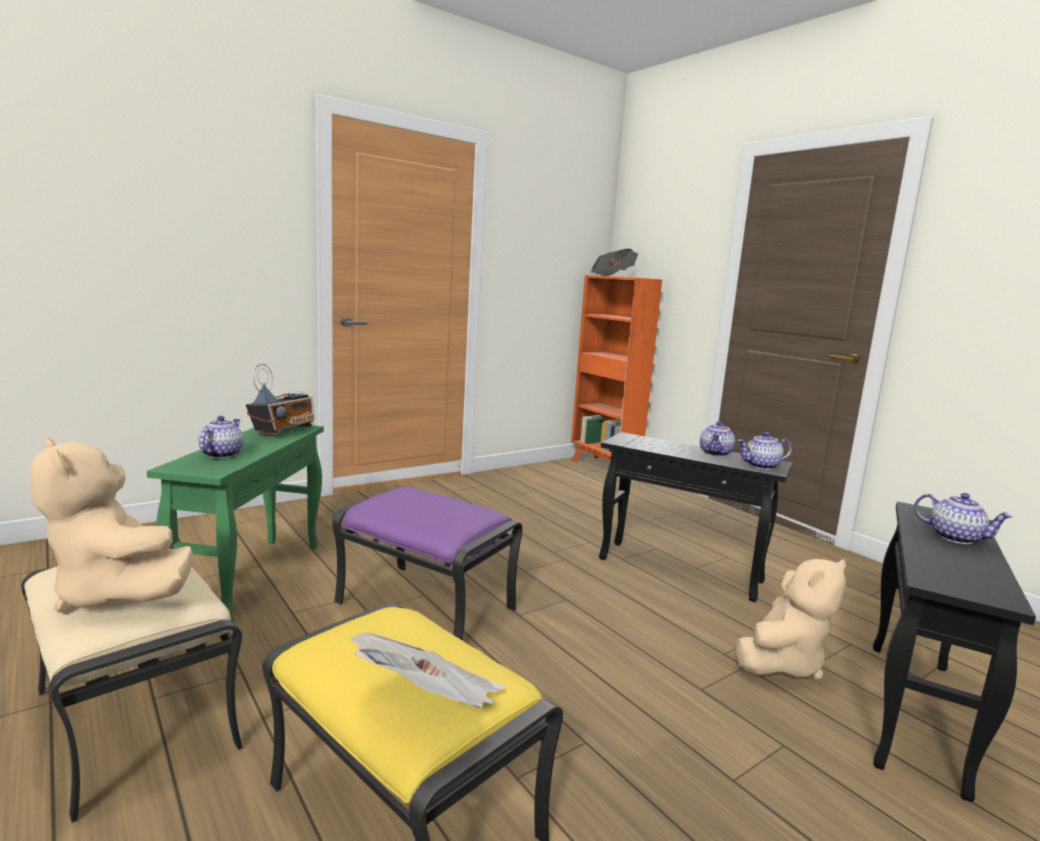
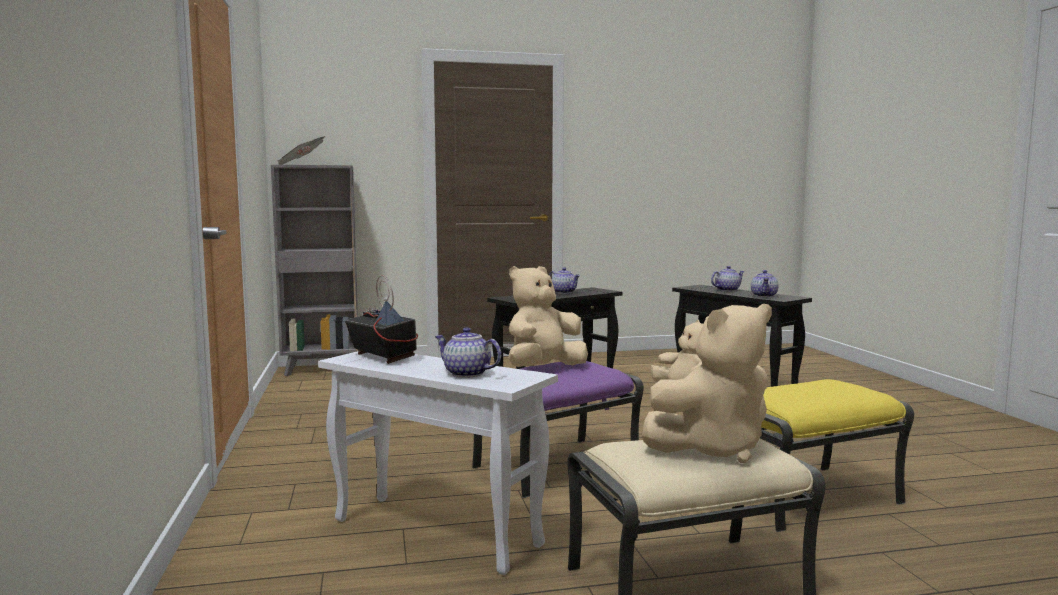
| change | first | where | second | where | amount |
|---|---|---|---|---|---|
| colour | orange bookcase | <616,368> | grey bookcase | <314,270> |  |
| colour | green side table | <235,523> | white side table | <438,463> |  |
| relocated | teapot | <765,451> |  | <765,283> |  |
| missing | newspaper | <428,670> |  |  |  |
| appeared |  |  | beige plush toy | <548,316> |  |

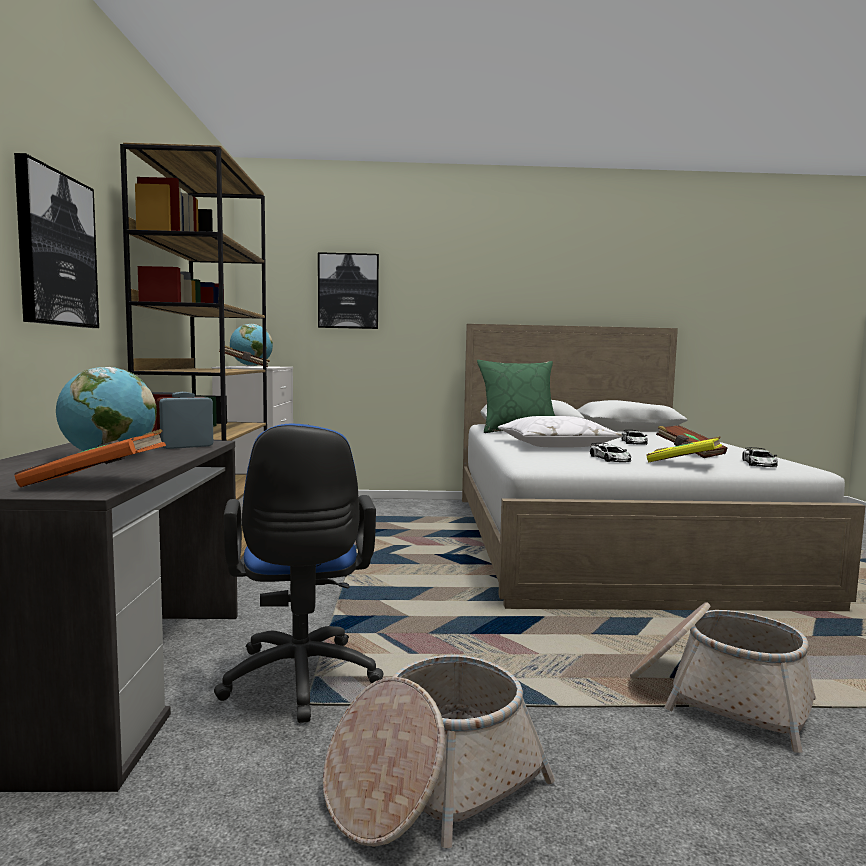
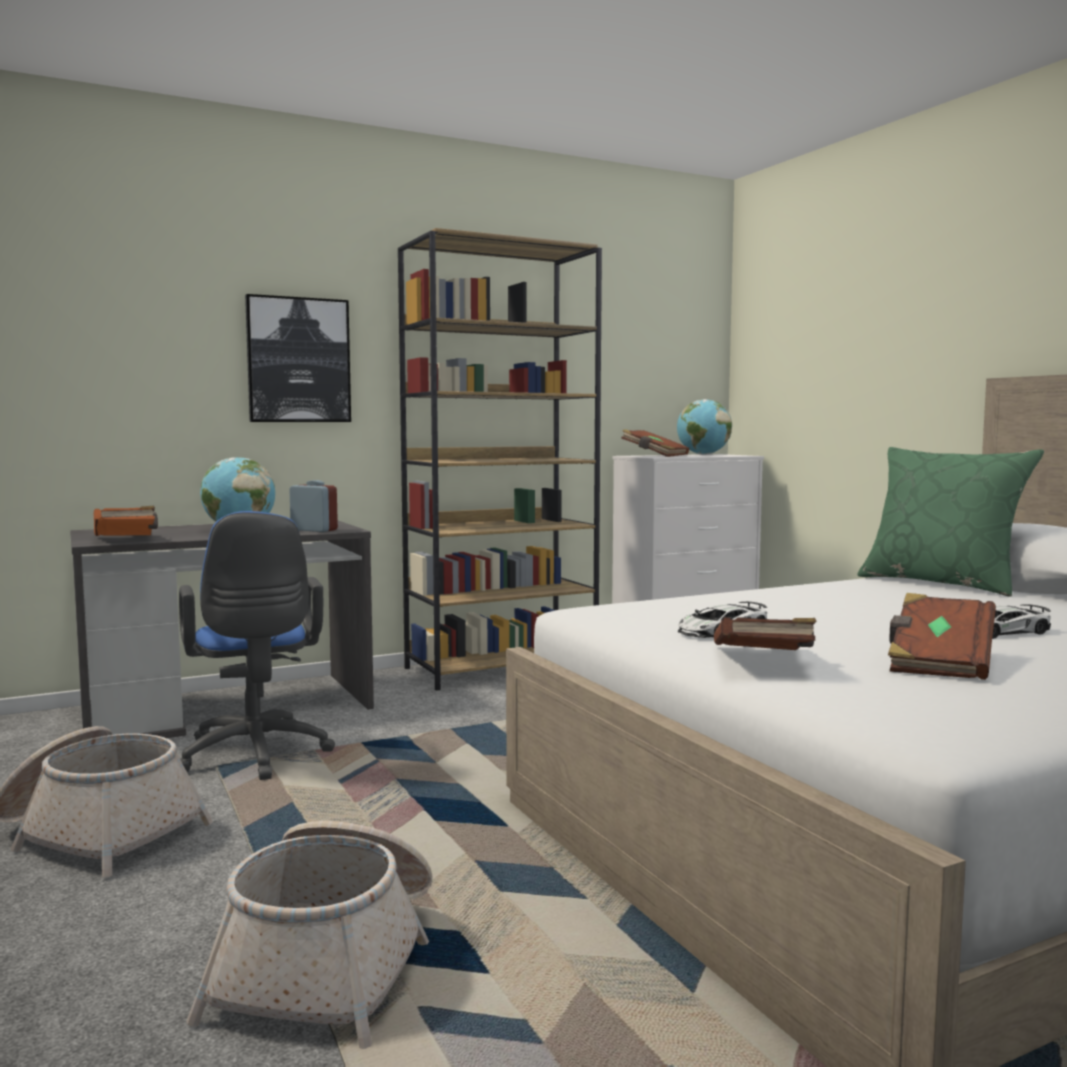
| change | first | where | second | where | amount |
|---|---|---|---|---|---|
| missing | picture | <348,290> |  |  |  |
| missing | white pillow | <560,431> |  |  |  |
| spun | blue office chair | <299,573> |  | <257,645> | 75 degrees counterclockwise |
| colour | yellow book | <684,449> | brown book | <765,633> |  |
| missing | toy car | <760,457> |  |  |  |

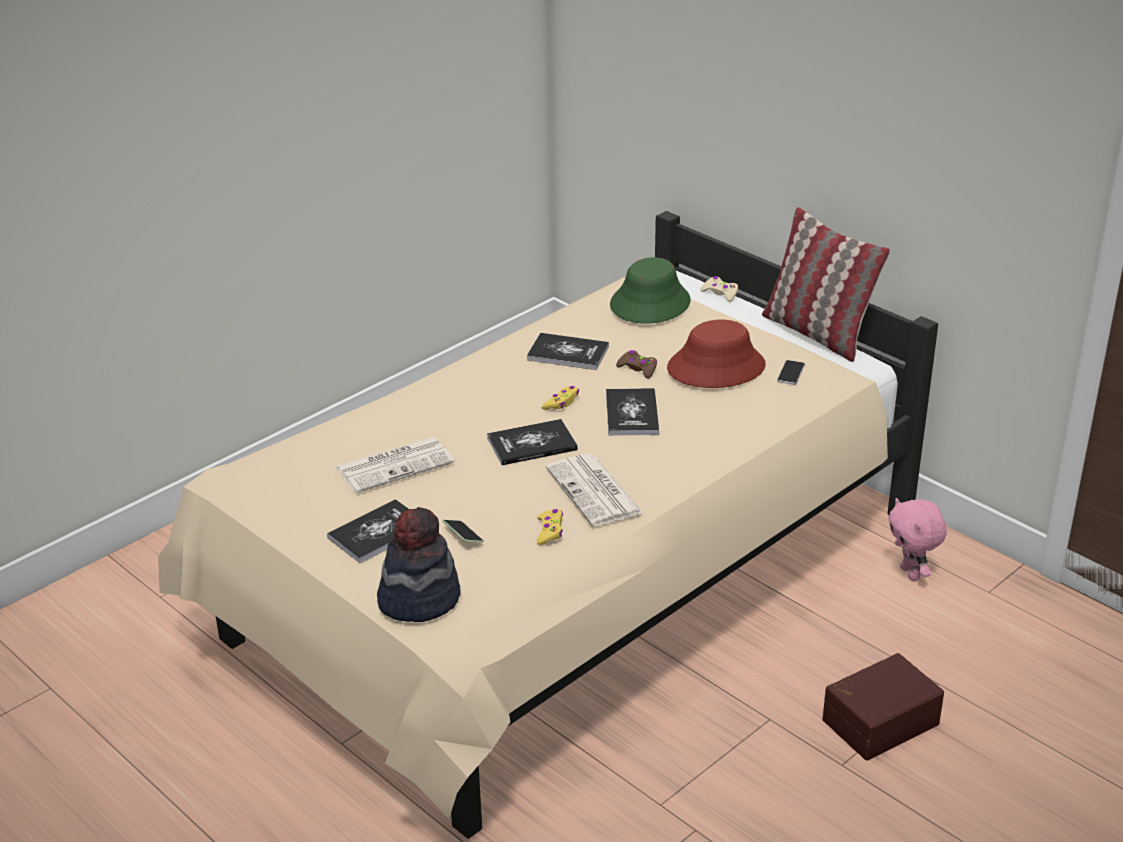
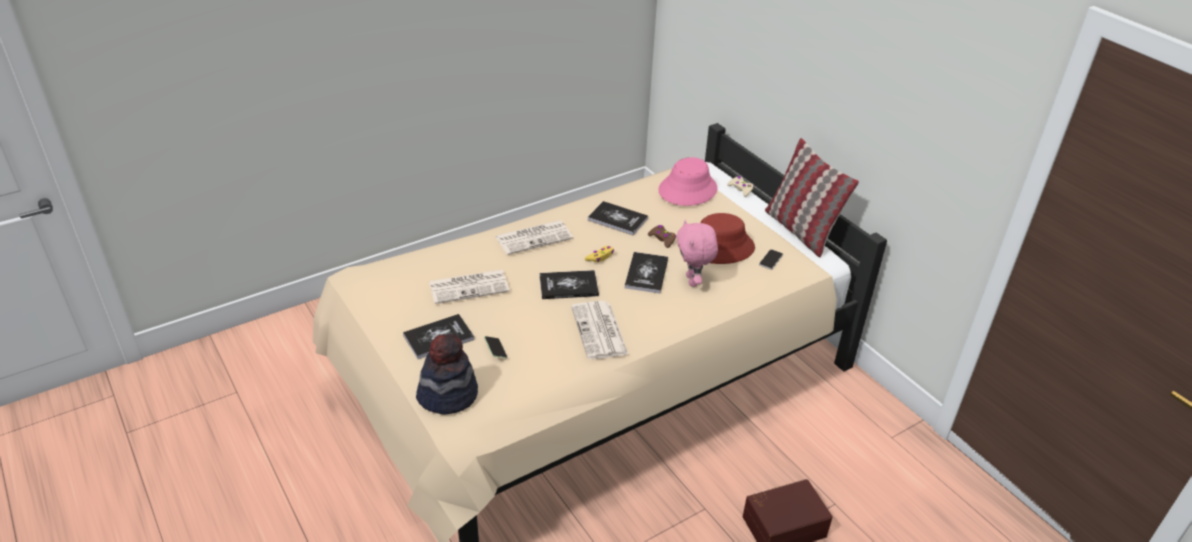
| change | first | where | second | where | amount |
|---|---|---|---|---|---|
| colour | green hat | <650,290> | pink hat | <688,181> |  |
| relocated | pink plush toy | <918,539> |  | <697,253> |  |
| missing | yellow game controller | <549,527> |  |  |  |
| appeared |  |  | newspaper | <534,237> |  |

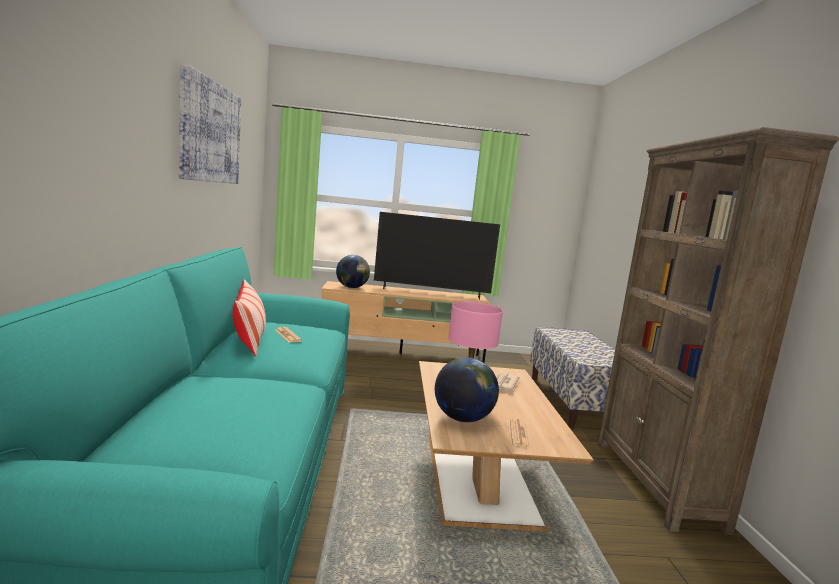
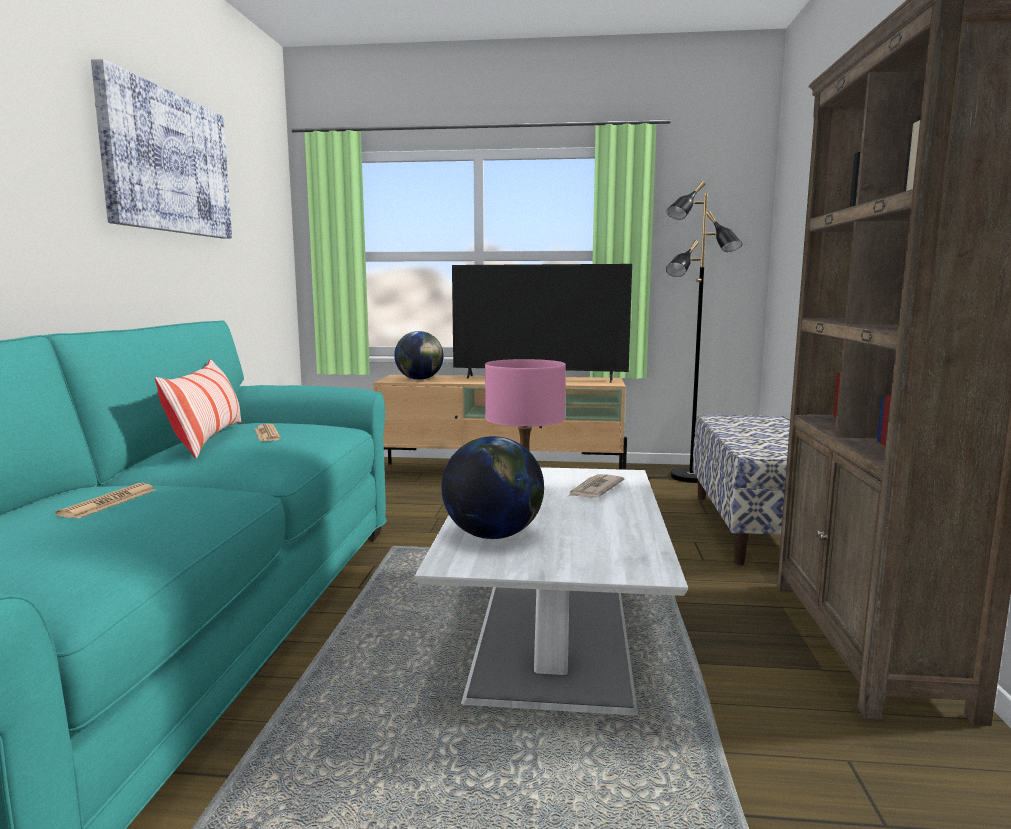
| change | first | where | second | where | amount |
|---|---|---|---|---|---|
| colour | brown coffee table | <506,446> | white coffee table | <551,591> |  |
| relocated | newspaper | <520,434> |  | <105,501> |  |
| appeared |  |  | black floor lamp | <704,332> |  |

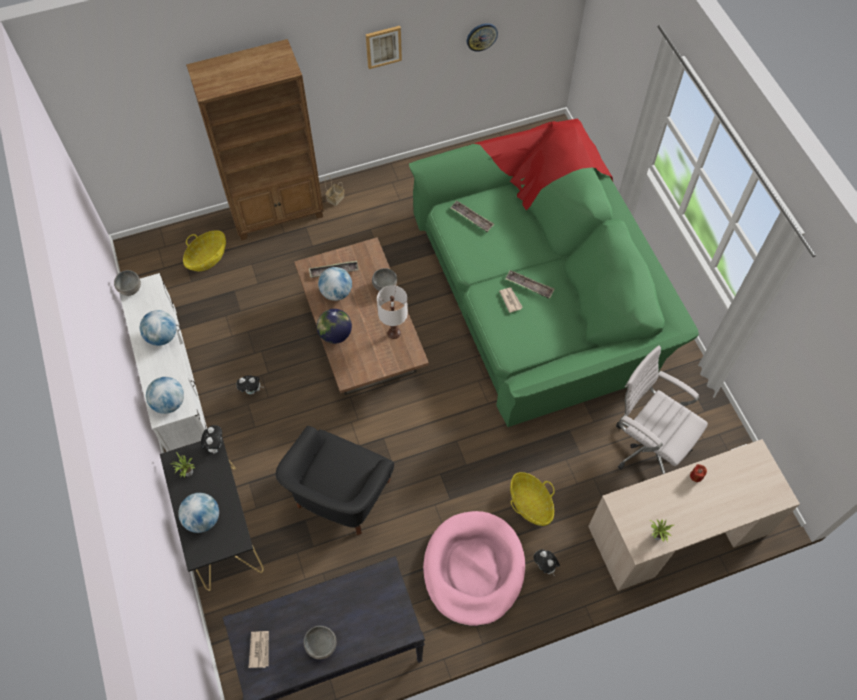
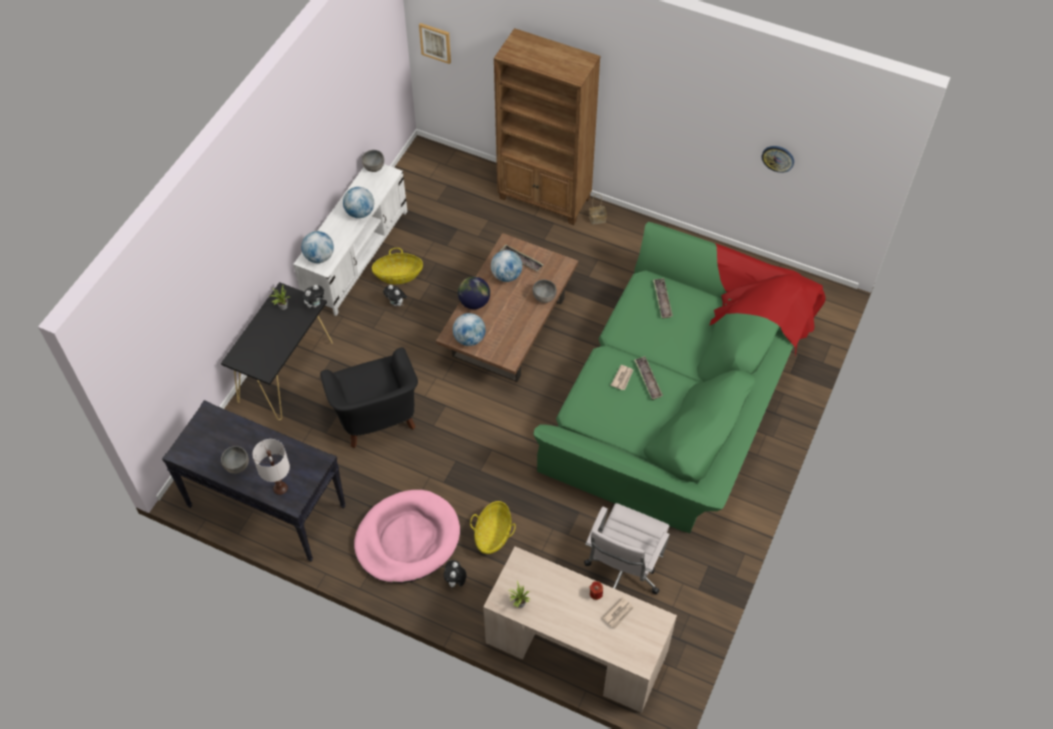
| change | first | where | second | where | amount |
|---|---|---|---|---|---|
| relocated | picture | <384,47> |  | <435,43> |  |
| relocated | basket | <204,250> |  | <397,266> |  |
| relocated | white table lamp | <392,312> |  | <271,467> |  |
| spun | white office chair | <662,409> |  | <627,548> | 150 degrees counterclockwise |
| spun | black armchair | <335,480> |  | <369,397> | 90 degrees counterclockwise |
| relocated | globe | <198,513> |  | <469,329> |  |
| relocated | newspaper | <258,649> |  | <618,613> |  |

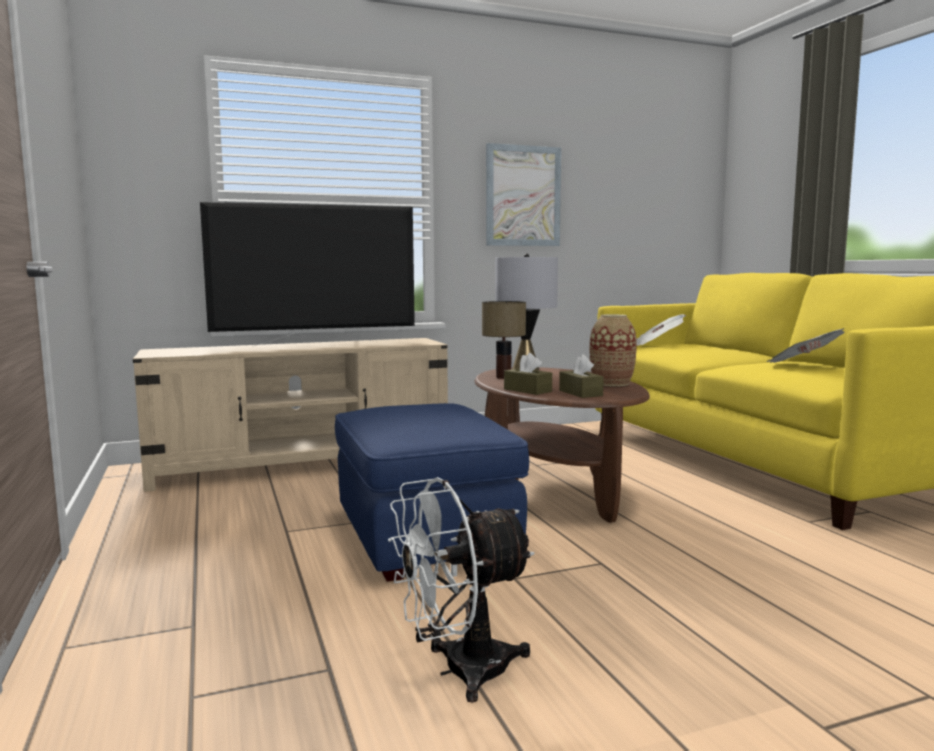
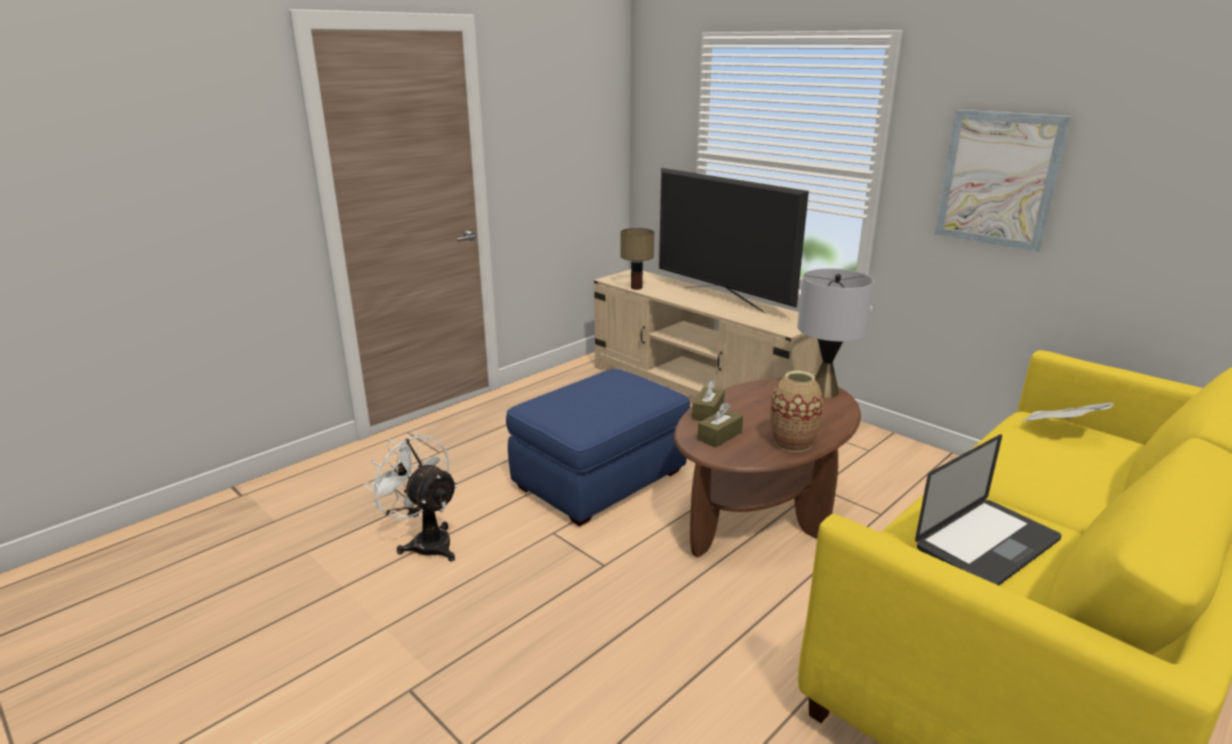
| change | first | where | second | where | amount |
|---|---|---|---|---|---|
| relocated | table lamp | <504,340> |  | <637,259> |  |
| exchanged | newspaper | <805,345> | laptop | <988,509> |  |

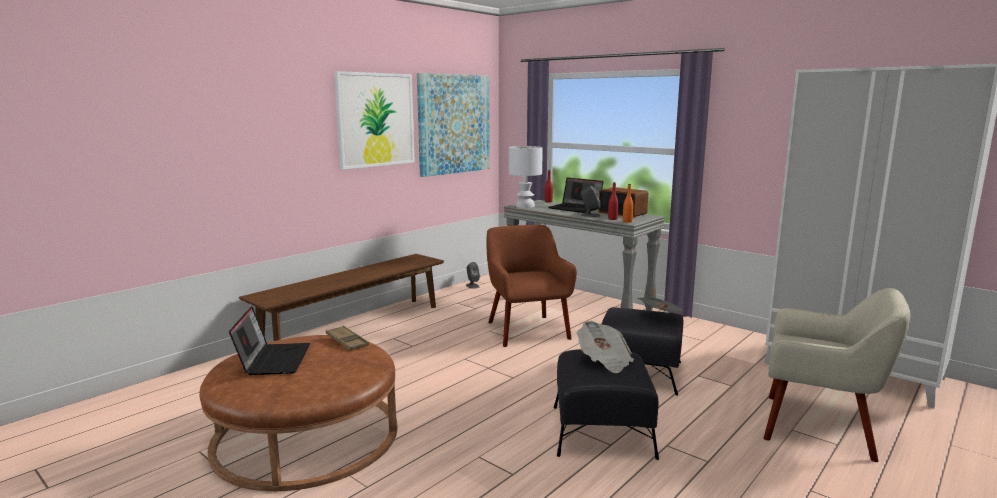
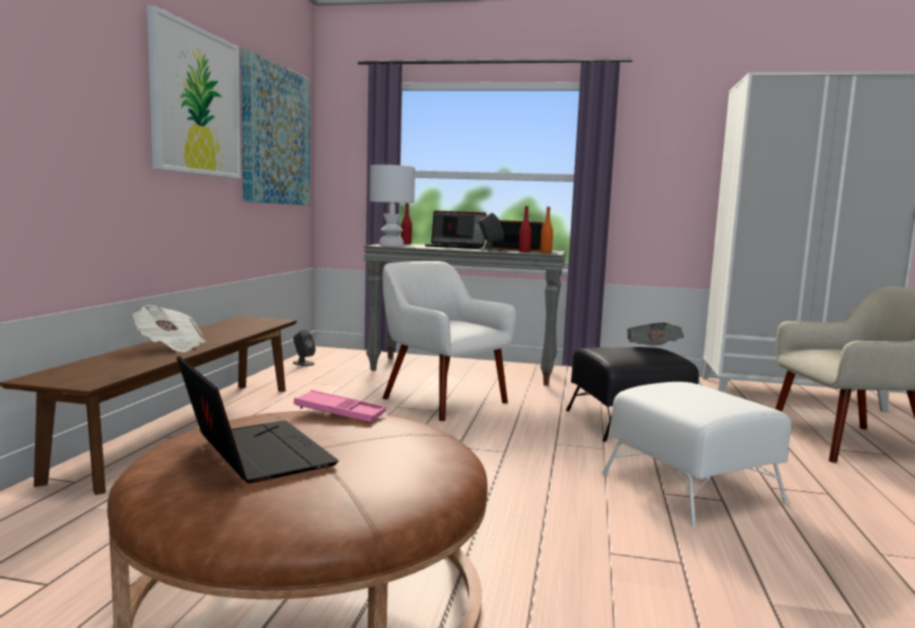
| change | first | where | second | where | amount |
|---|---|---|---|---|---|
| colour | brown armchair | <532,286> | white armchair | <449,341> |  |
| relocated | newspaper | <605,347> |  | <169,328> |  |
| colour | brown tray | <347,338> | pink tray | <340,406> |  |
| colour | black ottoman | <606,404> | white ottoman | <696,454> |  |

